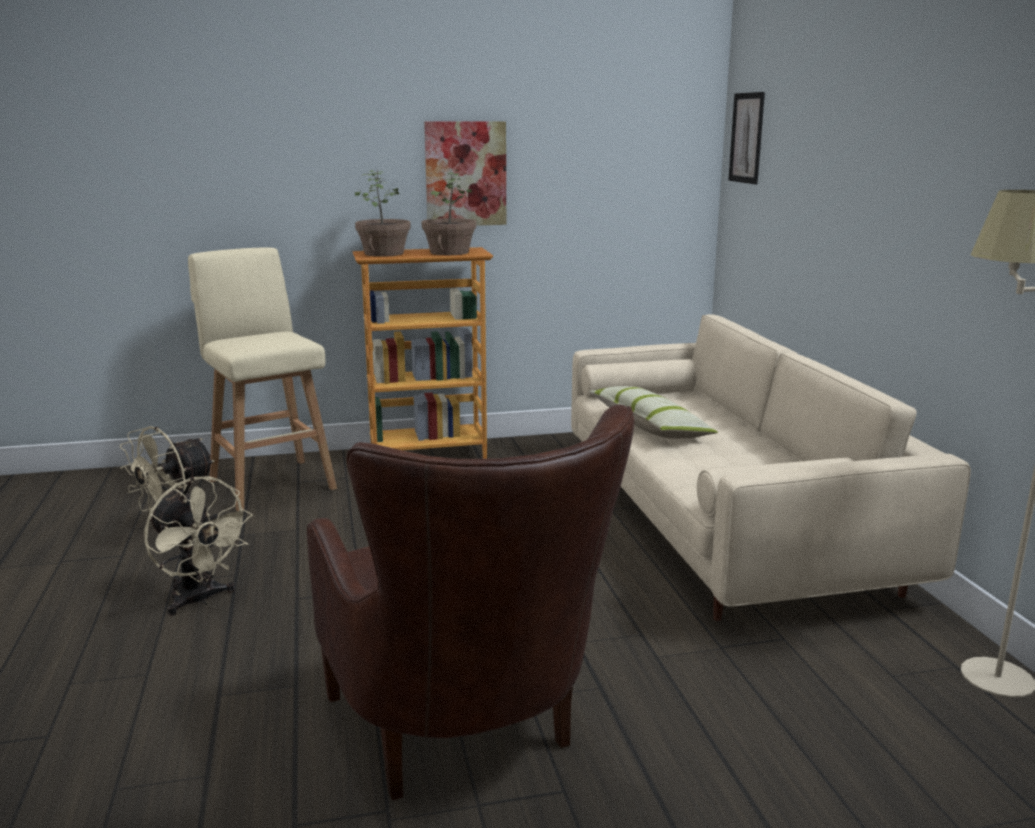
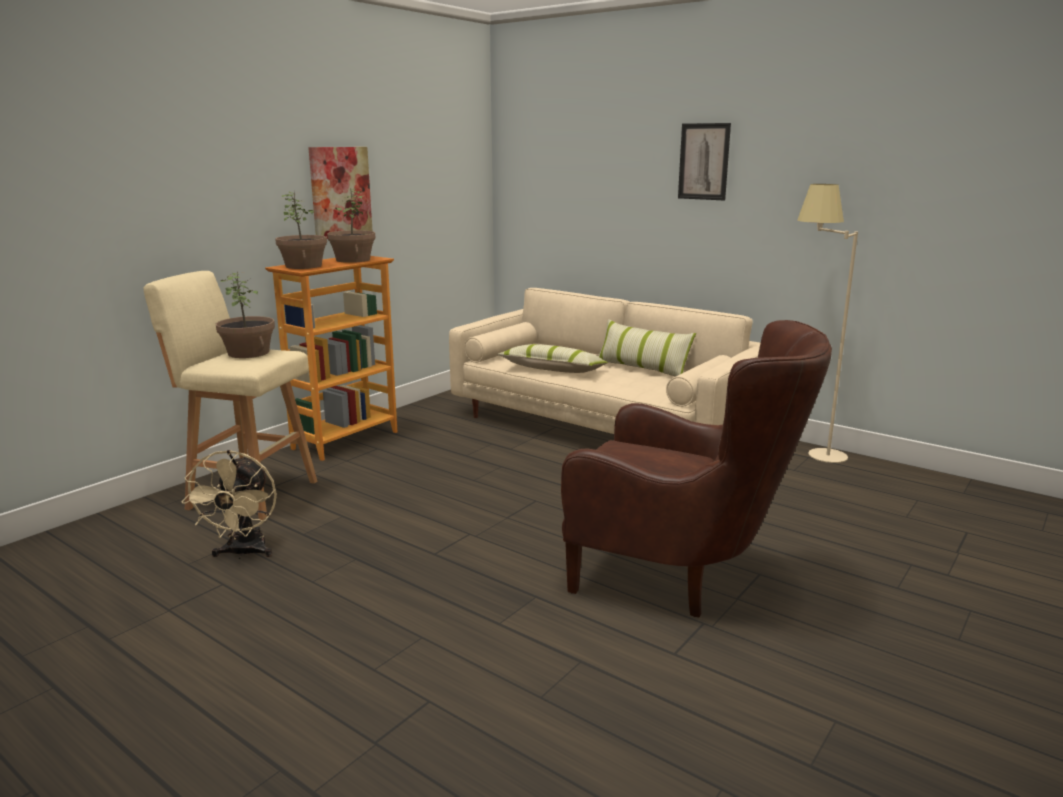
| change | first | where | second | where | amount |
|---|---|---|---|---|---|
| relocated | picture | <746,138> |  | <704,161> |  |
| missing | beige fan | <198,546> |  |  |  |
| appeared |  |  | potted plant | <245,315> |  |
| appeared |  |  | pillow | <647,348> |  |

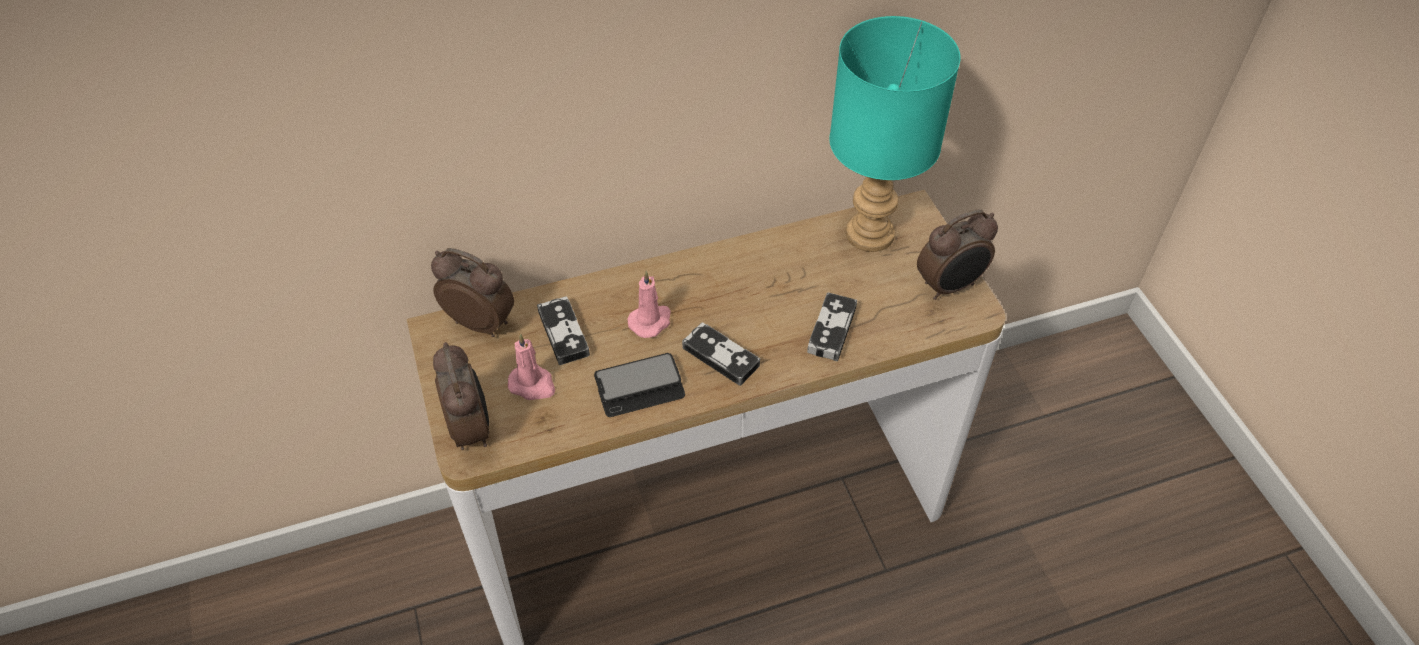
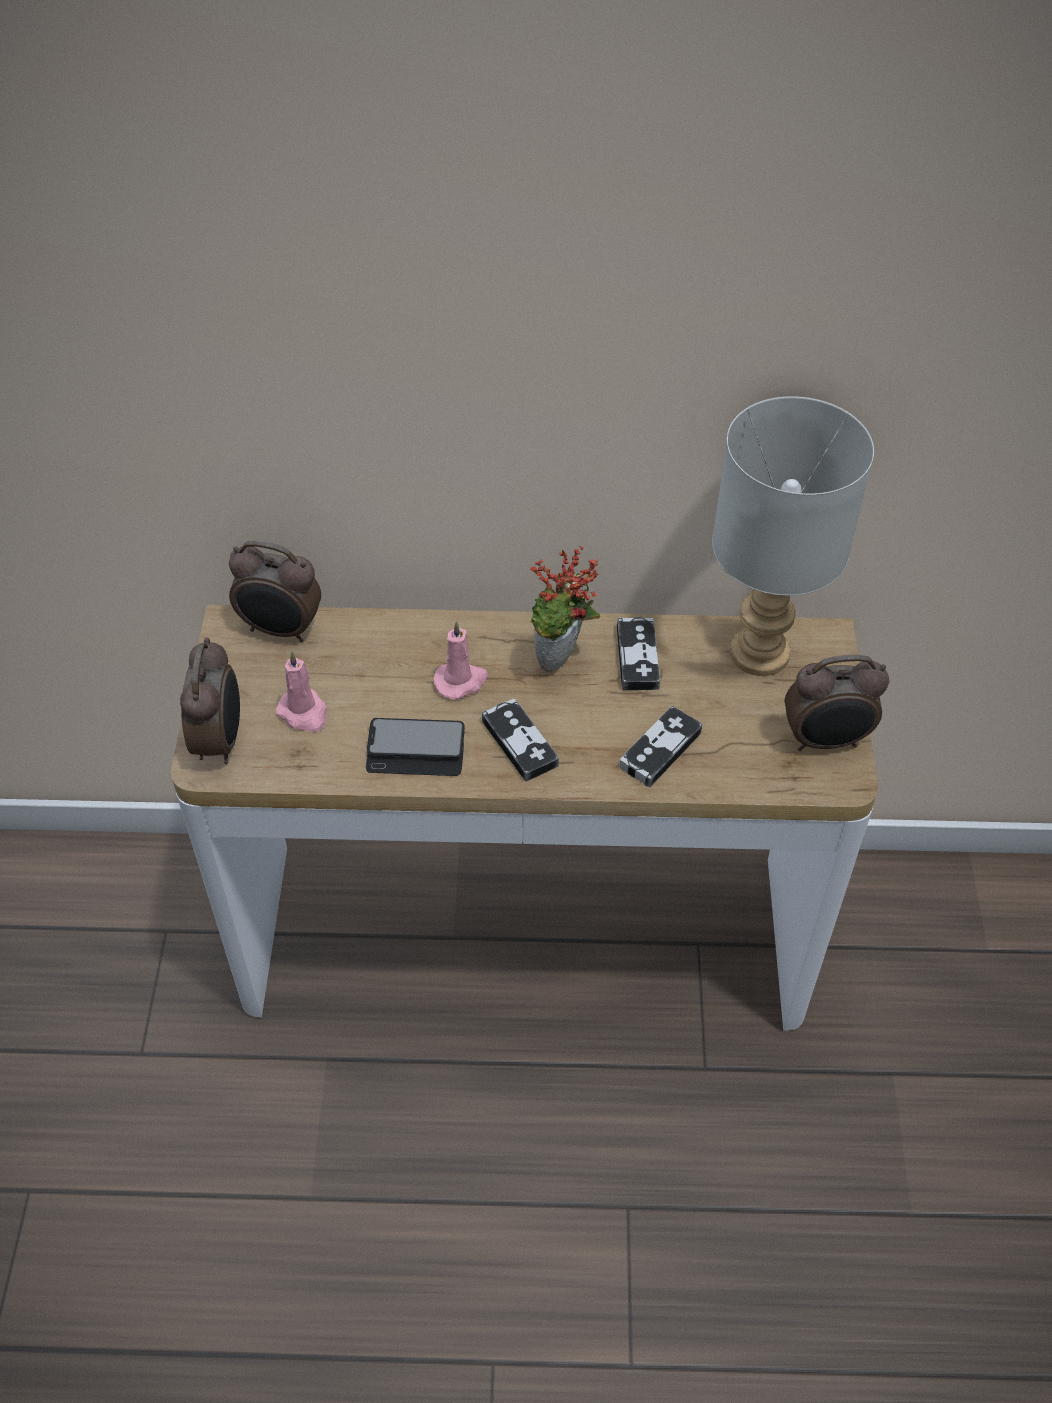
| change | first | where | second | where | amount |
|---|---|---|---|---|---|
| colour | turquoise table lamp | <895,134> | grey table lamp | <793,536> |  |
| spun | alarm clock | <472,292> |  | <275,591> | 150 degrees clockwise |
| relocated | game controller | <563,330> |  | <638,653> |  |
| appeared |  |  | potted plant | <565,609> |  |

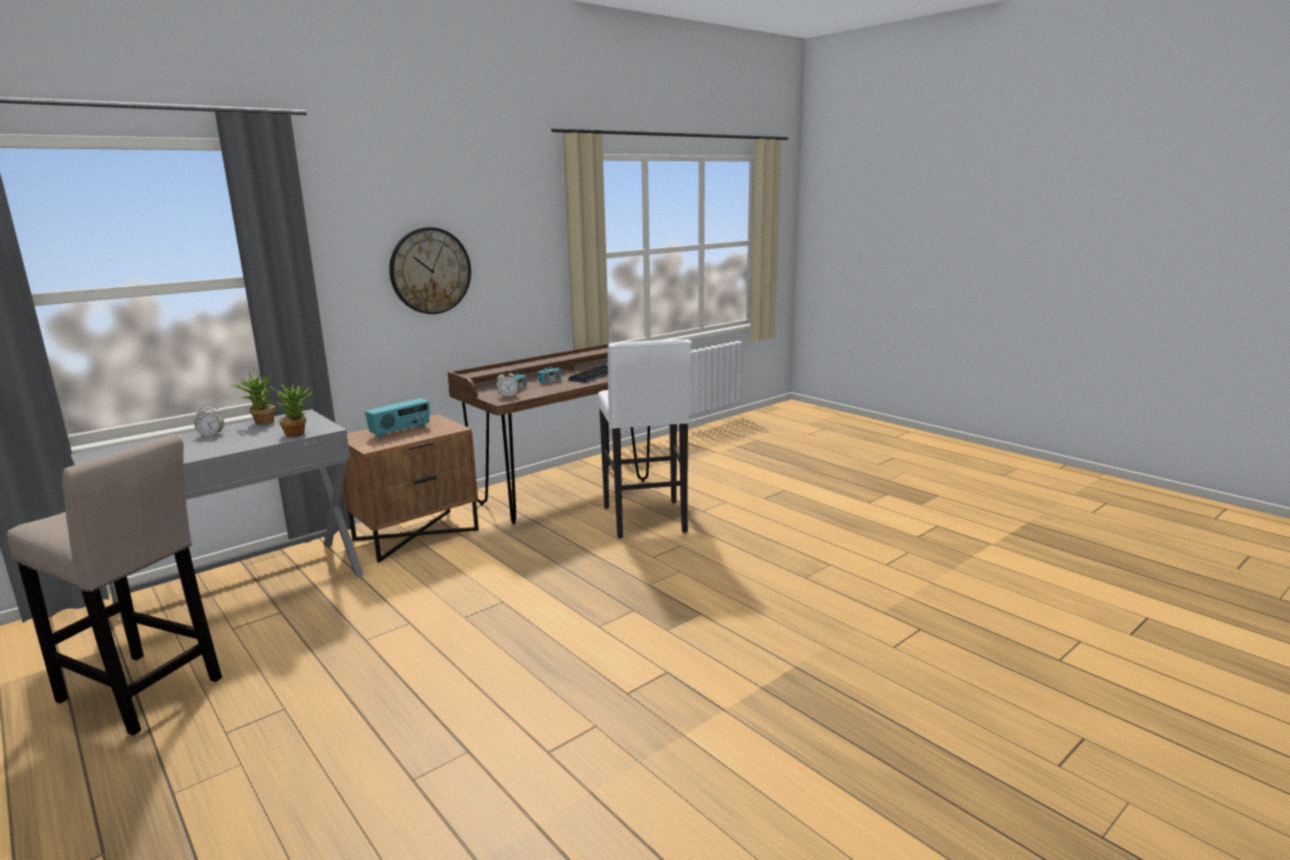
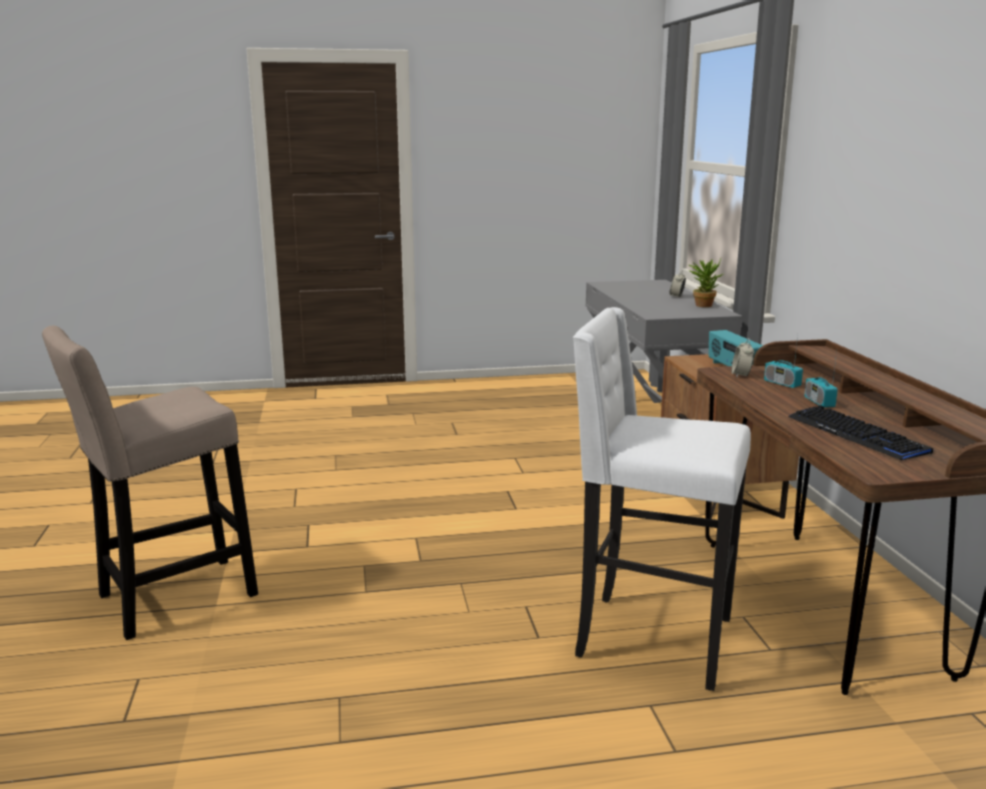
| change | first | where | second | where | amount |
|---|---|---|---|---|---|
| missing | wall clock | <430,270> |  |  |  |
| missing | potted plant | <292,410> |  |  |  |
| relocated | beige stool | <114,584> |  | <150,483> |  |

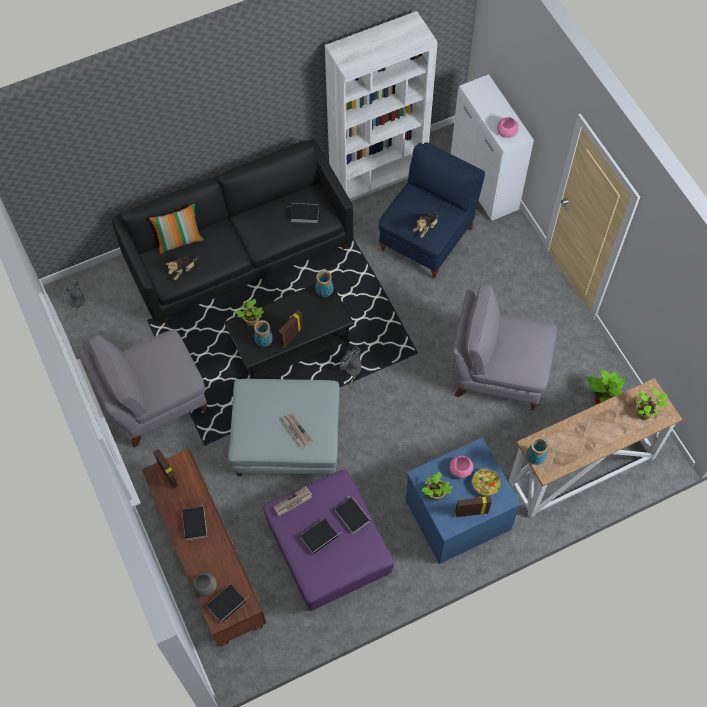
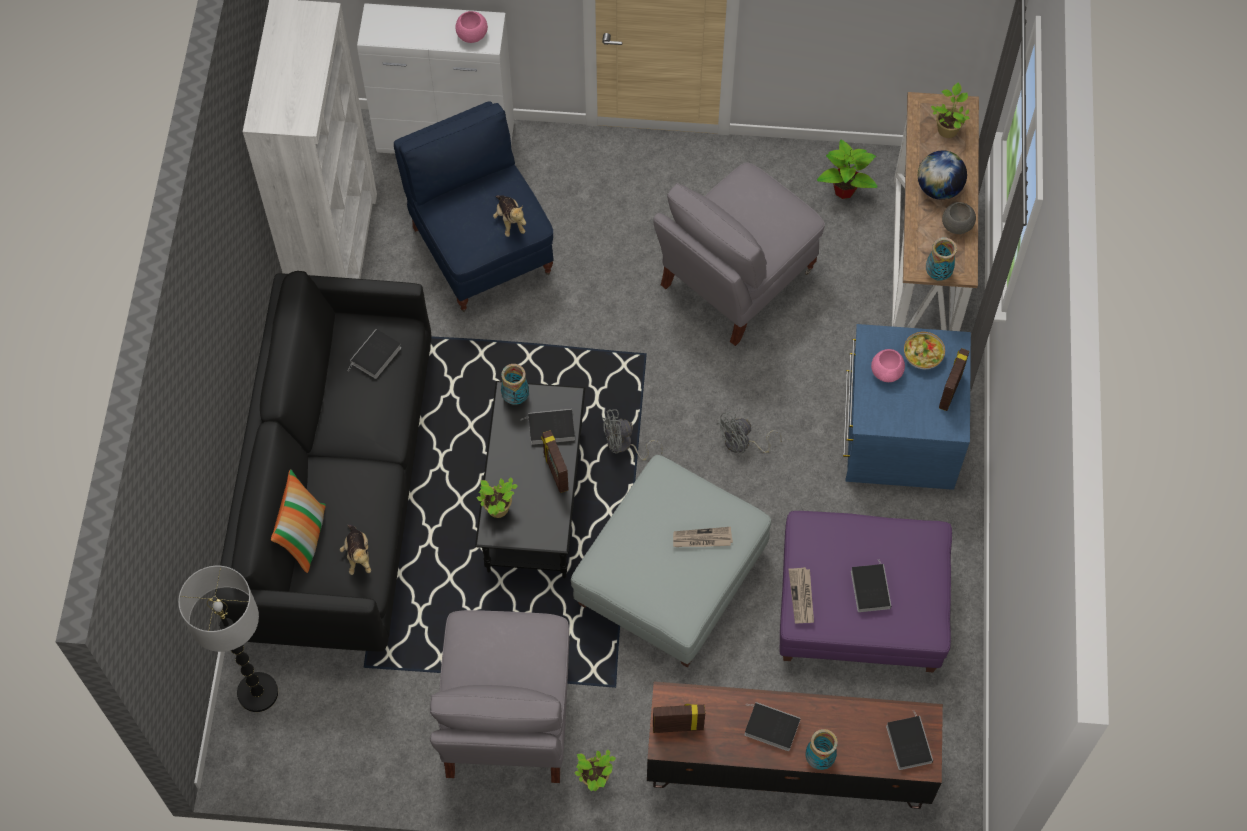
| change | first | where | second | where | amount |
|---|---|---|---|---|---|
| relocated | grey fan | <75,300> |  | <749,432> |  |
| relocated | vase | <263,333> |  | <822,749> |  |
| relocated | potted plant | <437,486> |  | <595,770> |  |
| relocated | book | <352,515> |  | <547,427> |  |
| relocated | grey bowl | <204,585> |  | <959,218> |  |
| appeared |  |  | globe | <942,175> |  |
| appeared |  |  | floor lamp | <228,639> |  |

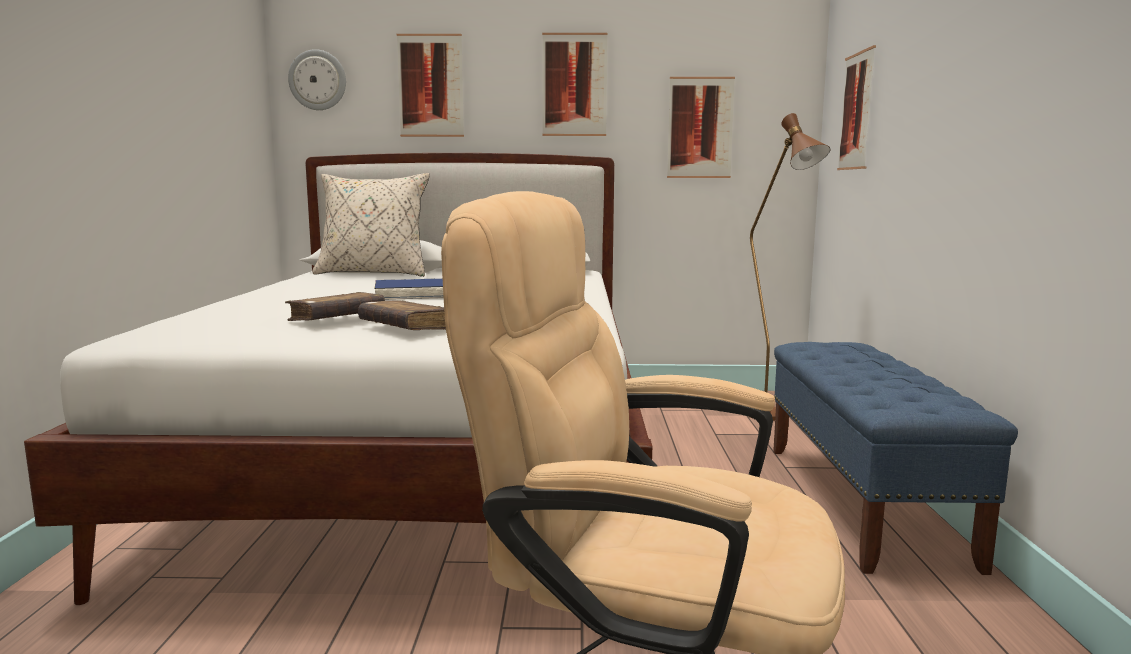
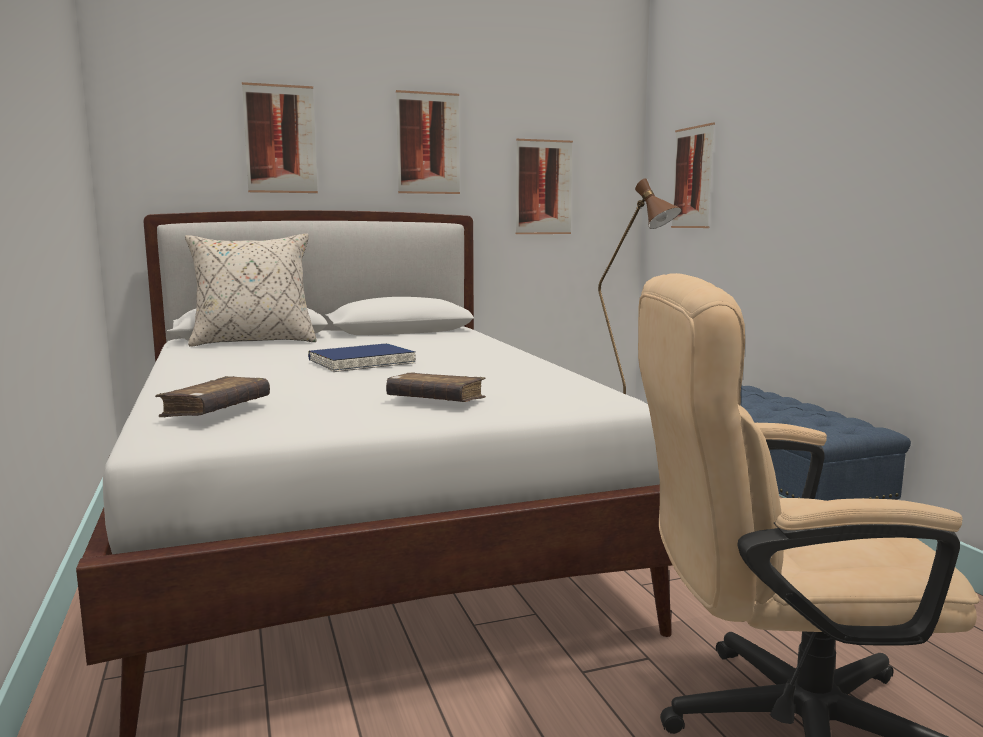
| change | first | where | second | where | amount |
|---|---|---|---|---|---|
| missing | wall clock | <317,79> |  |  |  |
| relocated | brown book | <335,306> |  | <212,396> |  |

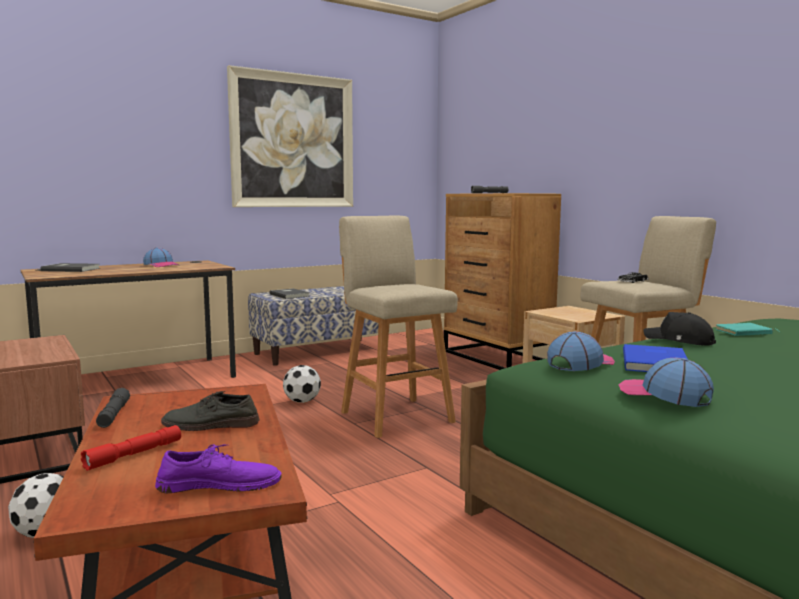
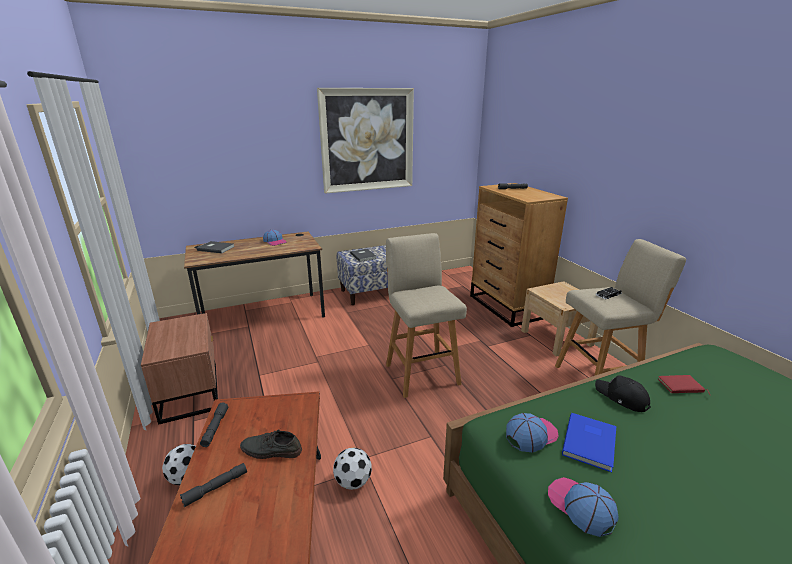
| change | first | where | second | where | amount |
|---|---|---|---|---|---|
| colour | turquoise book | <748,329> | red book | <684,385> |  |
| relocated | football | <302,384> |  | <352,468> |  |
| colour | red flashlight | <131,448> | grey flashlight | <213,485> |  |
| missing | purple shoe | <218,468> |  |  |  |

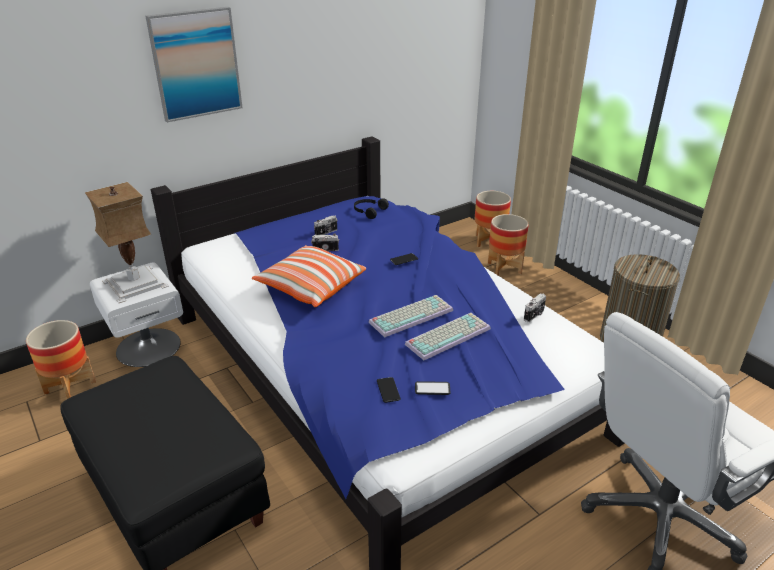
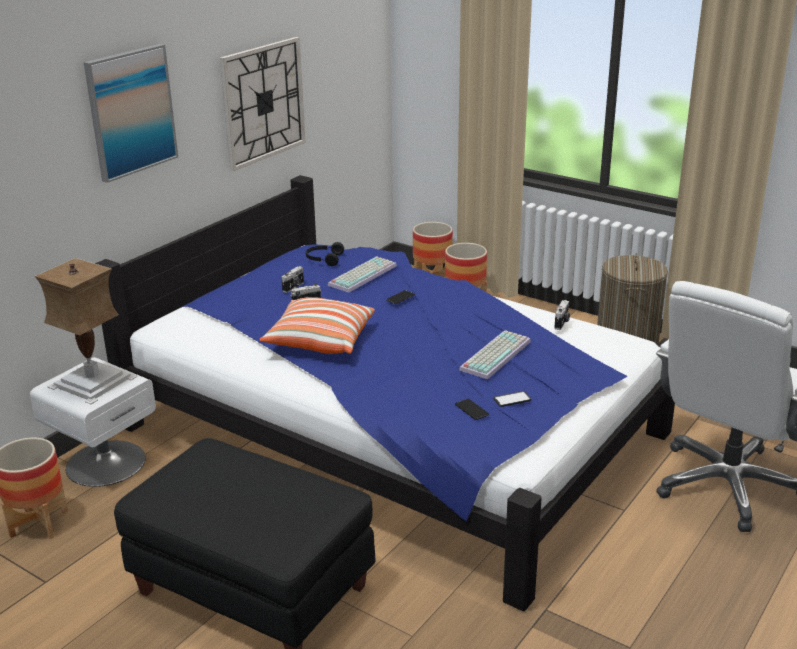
| change | first | where | second | where | amount |
|---|---|---|---|---|---|
| relocated | keyboard | <411,316> |  | <362,274> |  |
| appeared |  |  | wall clock | <263,104> |  |

